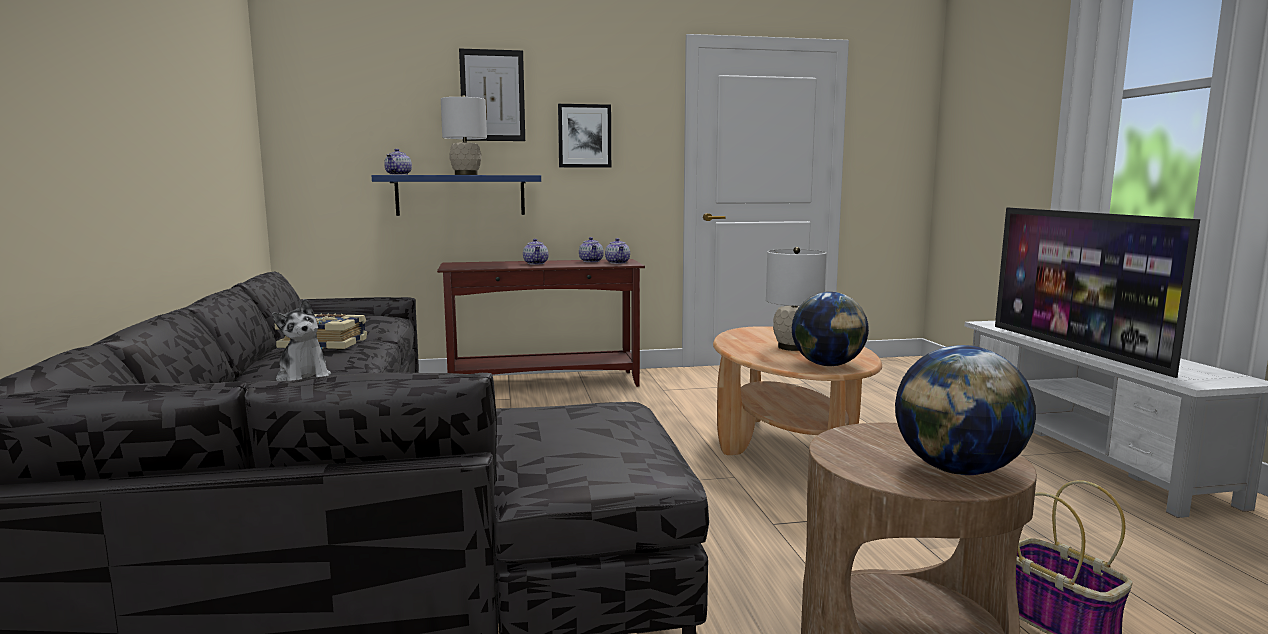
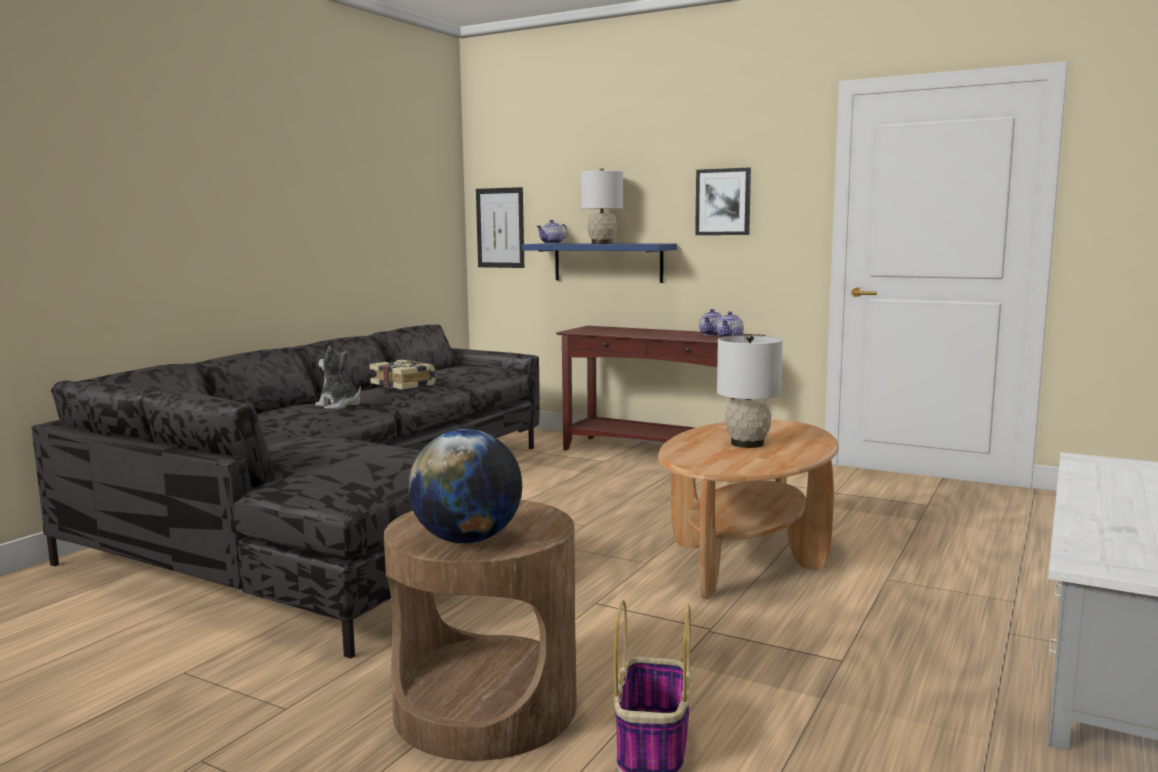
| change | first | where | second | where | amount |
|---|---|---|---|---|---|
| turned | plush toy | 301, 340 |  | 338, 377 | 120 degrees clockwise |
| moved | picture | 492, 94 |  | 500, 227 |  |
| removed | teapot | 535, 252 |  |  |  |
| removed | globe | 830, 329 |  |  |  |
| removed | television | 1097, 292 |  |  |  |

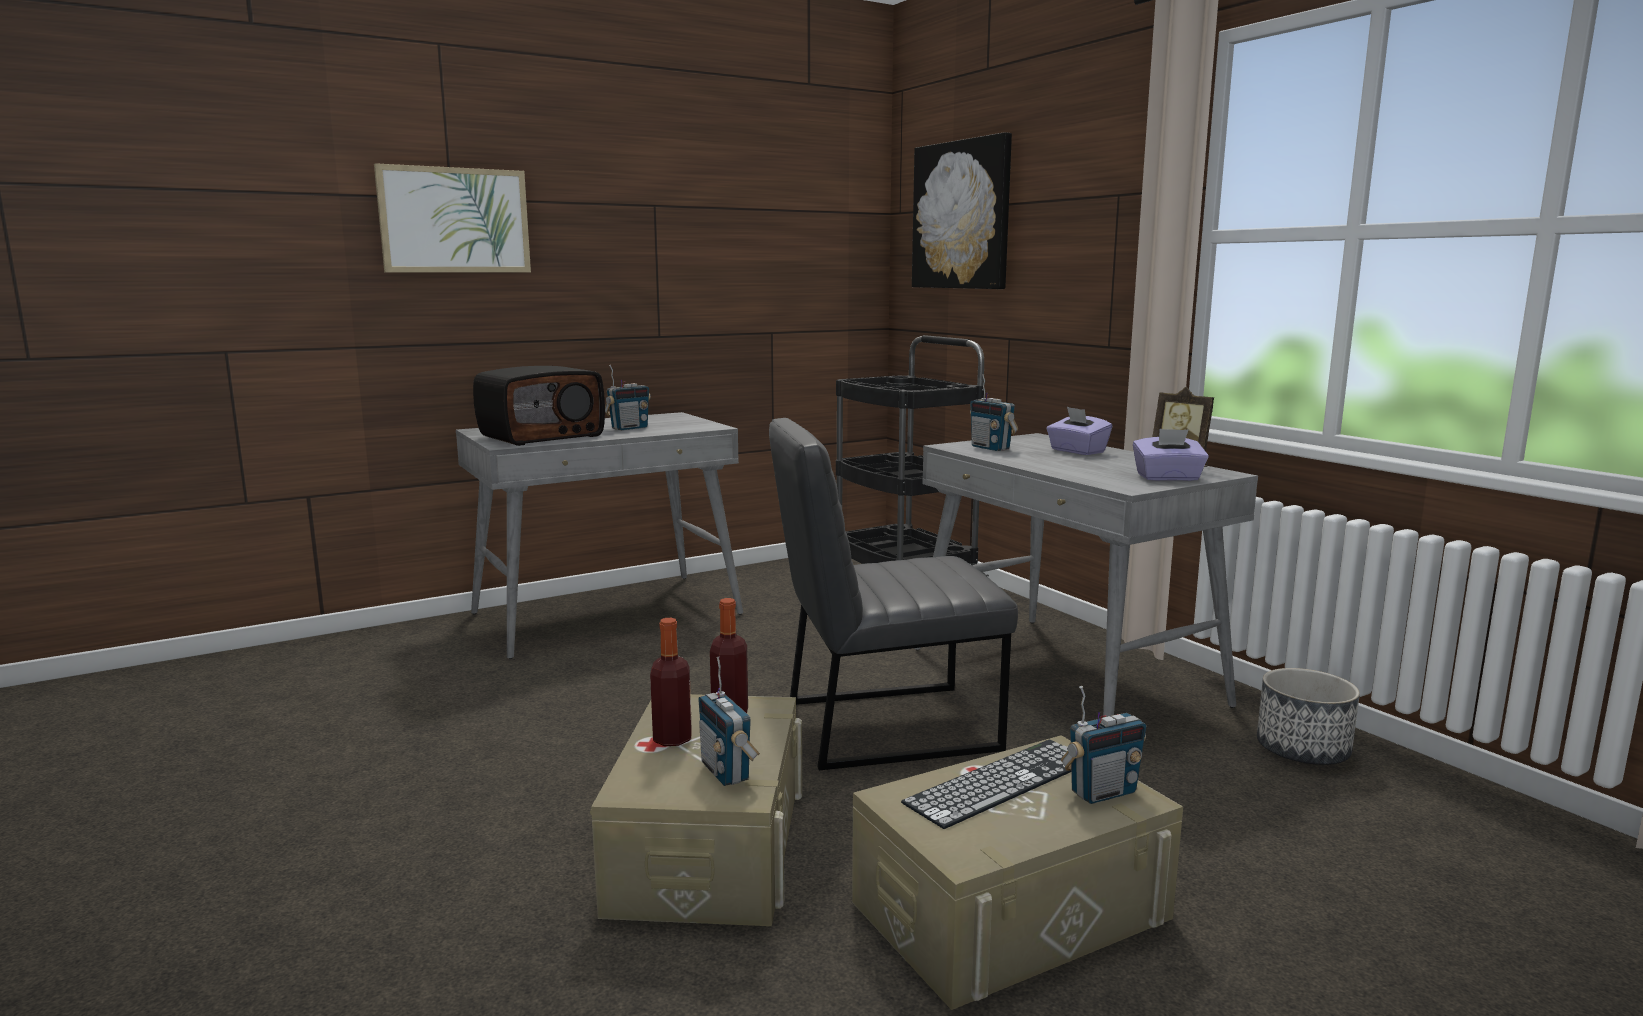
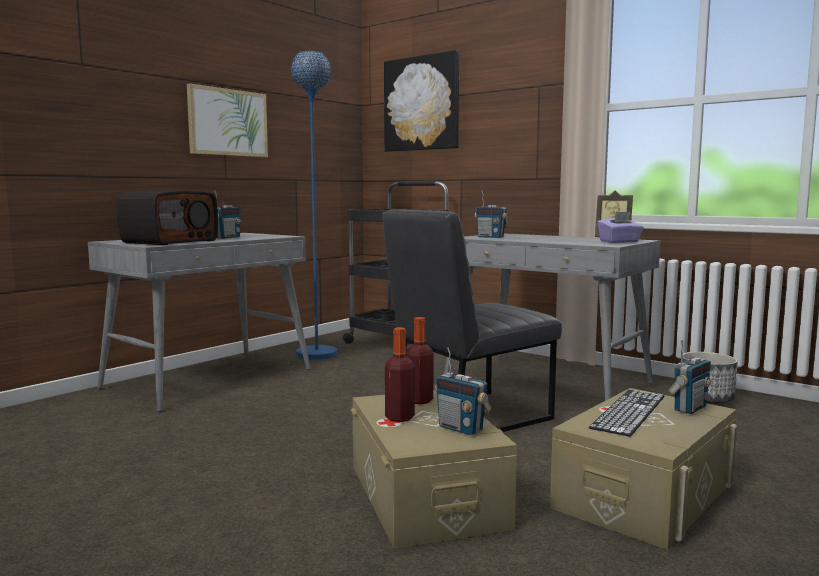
| change | first | where | second | where | amount |
|---|---|---|---|---|---|
| moved | picture | 452, 217 |  | 227, 120 |  |
| added |  |  | blue floor lamp | 314, 205 |  |
| removed | purple tissue box | 1079, 431 |  |  |  |

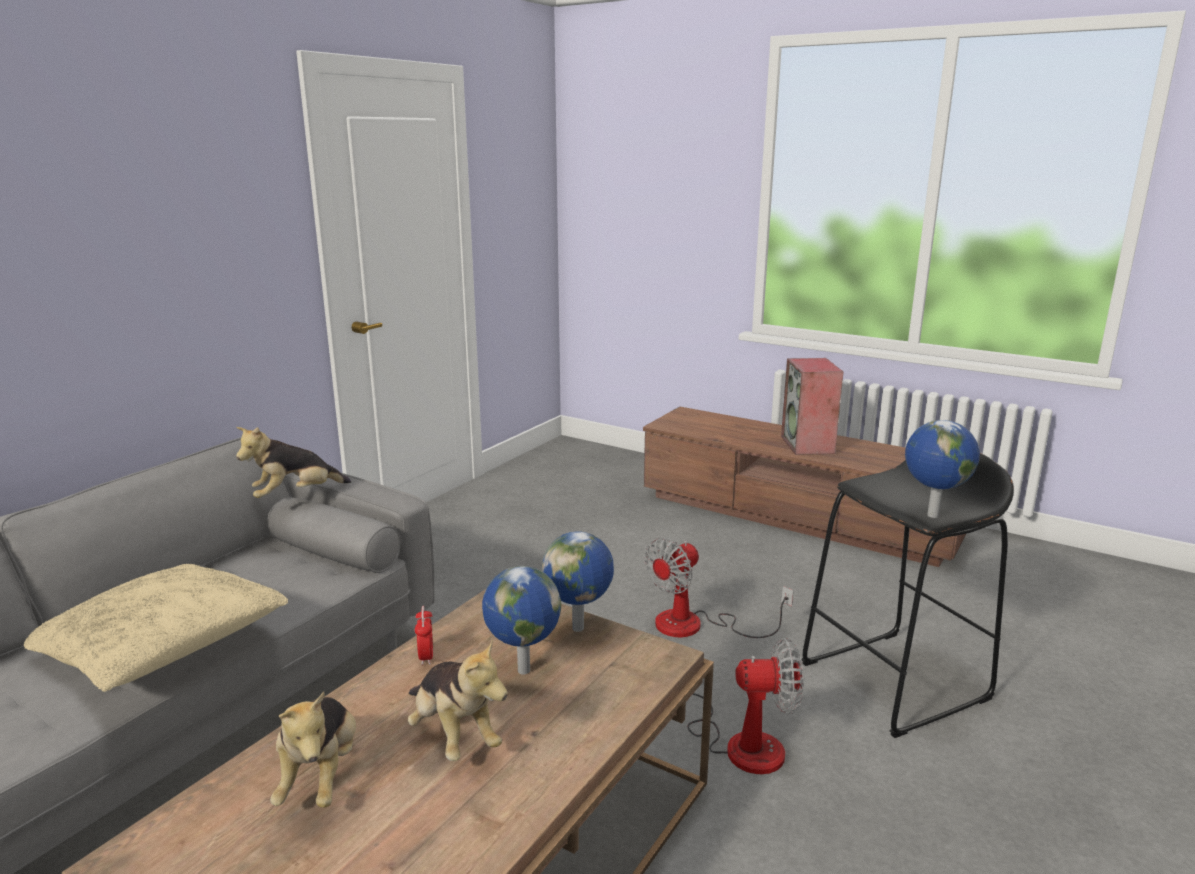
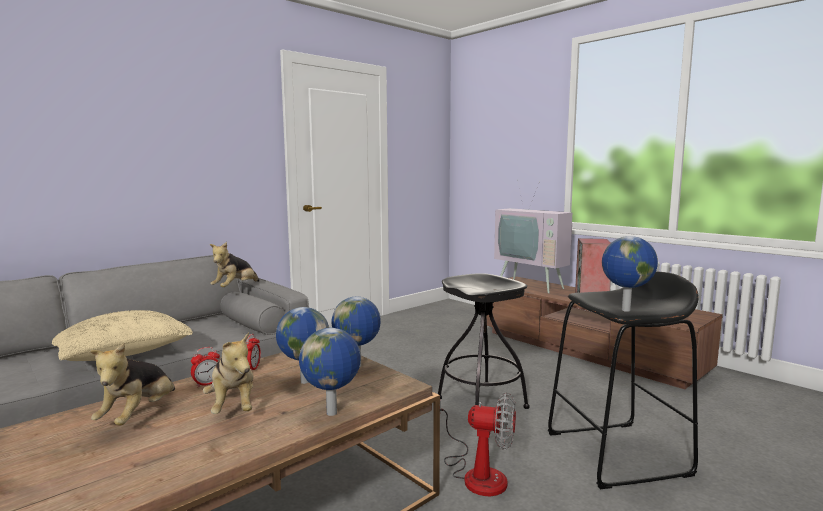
| change | first | where | second | where | amount |
|---|---|---|---|---|---|
| added |  |  | alarm clock | 205, 367 |  |
| turned | plush toy | 293, 462 |  | 234, 264 | 45 degrees counterclockwise |
| added |  |  | globe | 329, 372 |  |
| replaced | fan | 719, 588 | black stool | 483, 341 |  |
| added |  |  | television | 533, 238 |  |

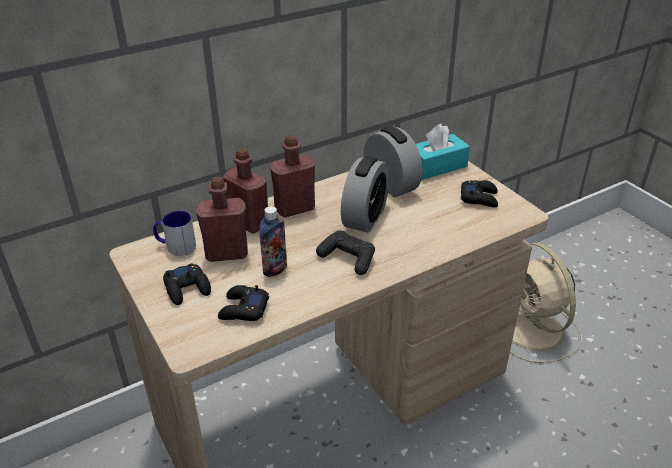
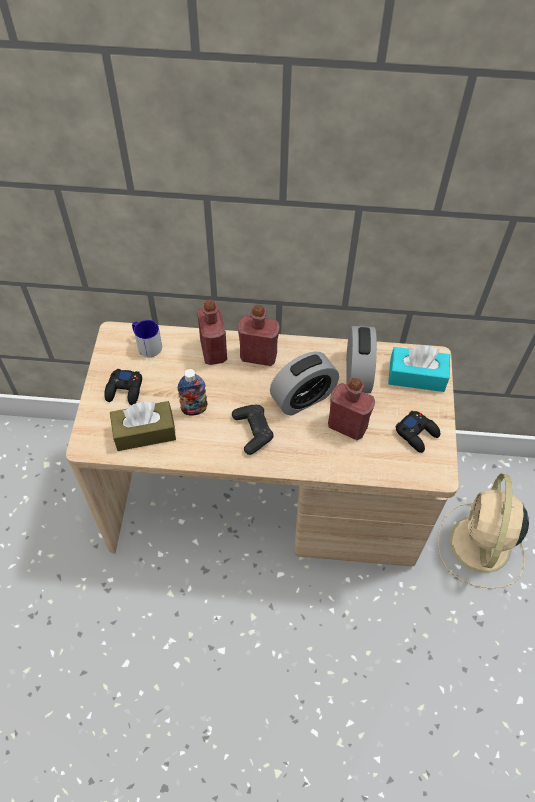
| change | first | where | second | where | amount |
|---|---|---|---|---|---|
| replaced | black game controller | 243, 303 | brown tissue box | 143, 426 |  |
| moved | red bottle | 222, 219 |  | 351, 409 |  |

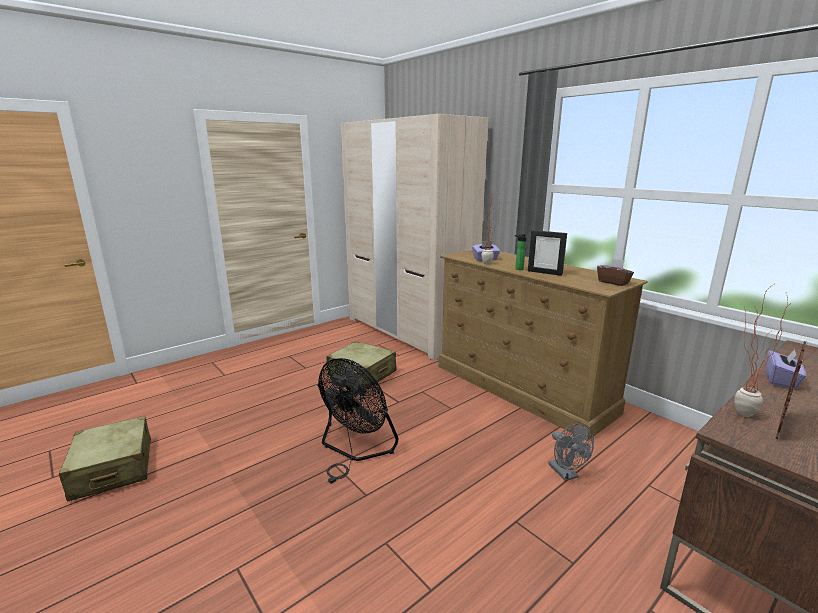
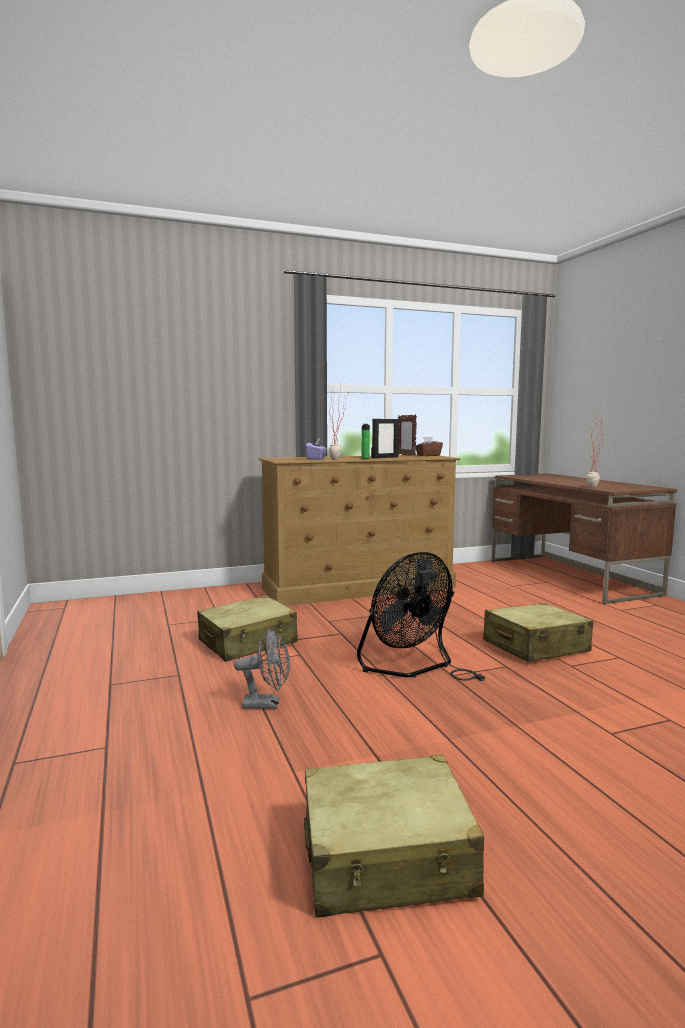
| change | first | where | second | where | amount |
|---|---|---|---|---|---|
| moved | grey fan | 571, 452 |  | 262, 669 |  |
| moved | picture frame | 791, 390 |  | 407, 435 |  |
| added |  |  | beige suitcase | 538, 632 |  |
| removed | beige wardrobe | 414, 237 |  |  |  |
| removed | purple tissue box | 786, 369 |  |  |  |

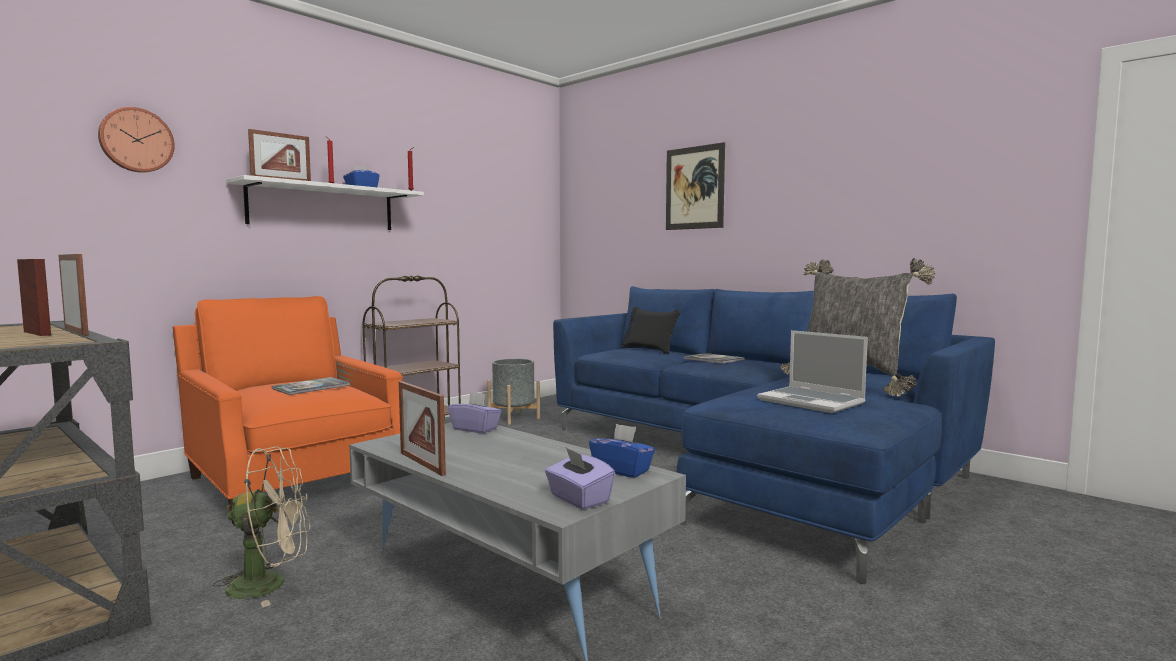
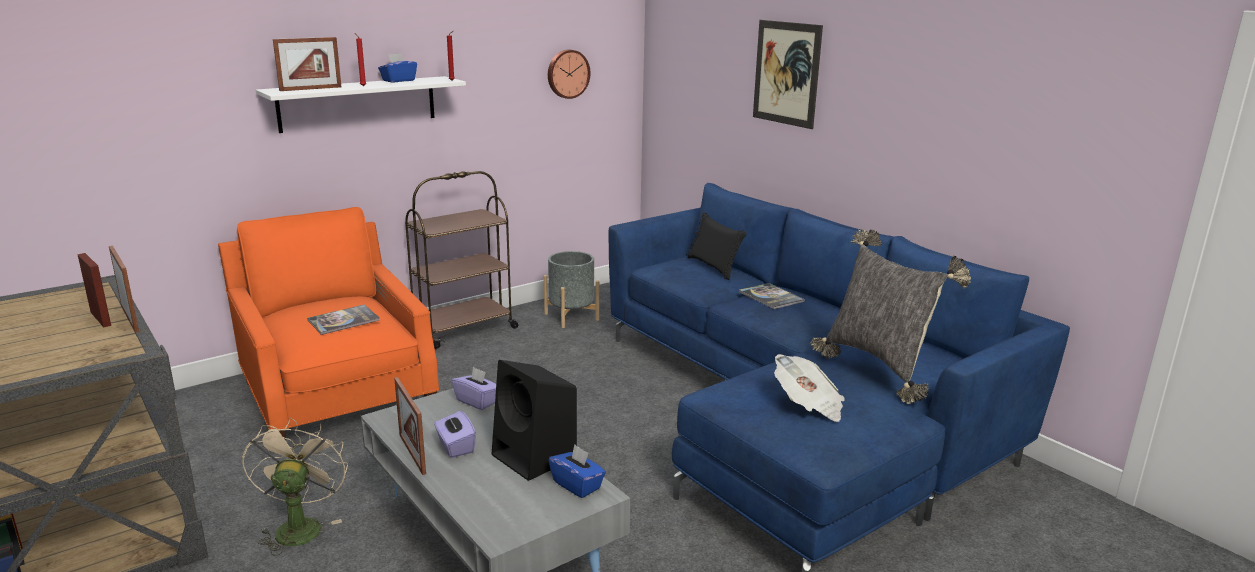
| change | first | where | second | where | amount |
|---|---|---|---|---|---|
| turned | beige fan | 261, 526 |  | 295, 487 | 90 degrees counterclockwise |
| moved | purple tissue box | 580, 479 |  | 455, 434 |  |
| added |  |  | black speaker | 534, 420 |  |
| moved | wall clock | 136, 140 |  | 569, 74 |  |
| replaced | laptop | 812, 371 | newspaper | 809, 388 |  |

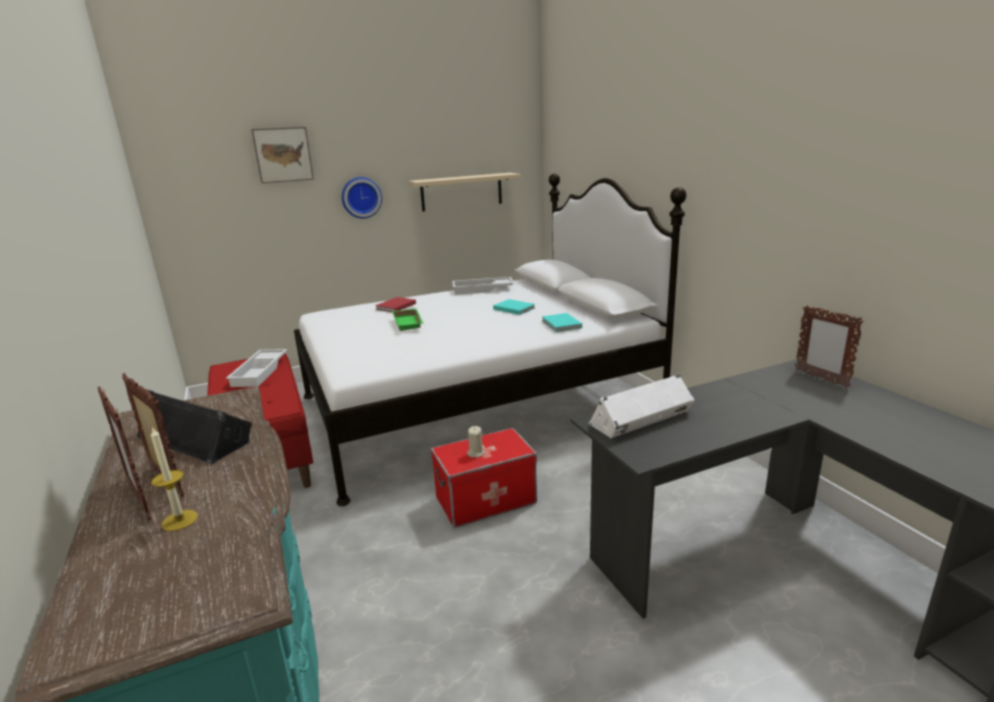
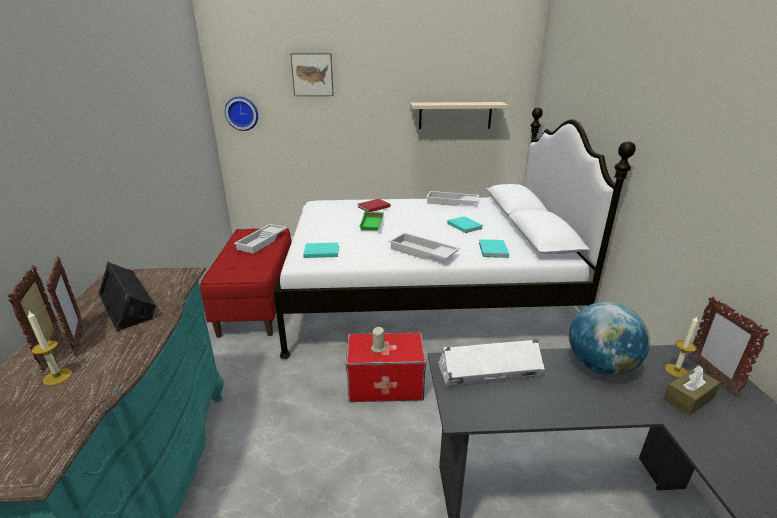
| change | first | where | second | where | amount |
|---|---|---|---|---|---|
| moved | wall clock | 362, 198 |  | 241, 114 |  |
| added |  |  | turquoise book | 321, 250 |  |
| added |  |  | white tray | 424, 246 |  |
| added |  |  | globe | 609, 339 |  |
| added |  |  | brown tissue box | 692, 390 |  |
| added |  |  | candle | 681, 347 |  |

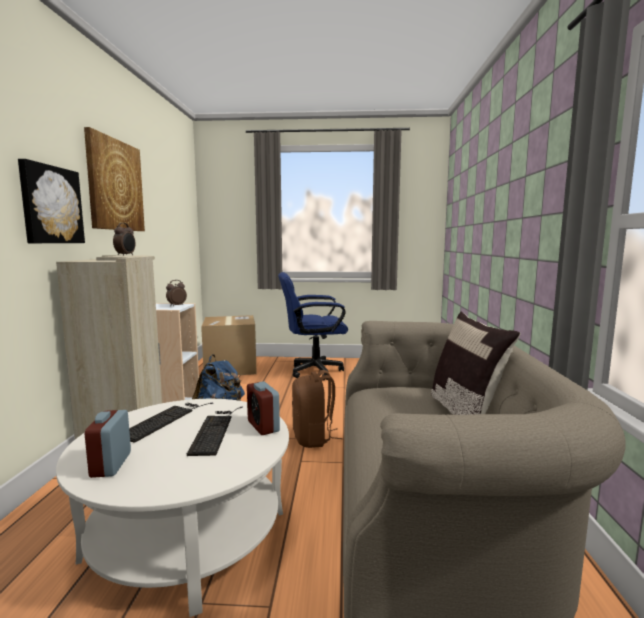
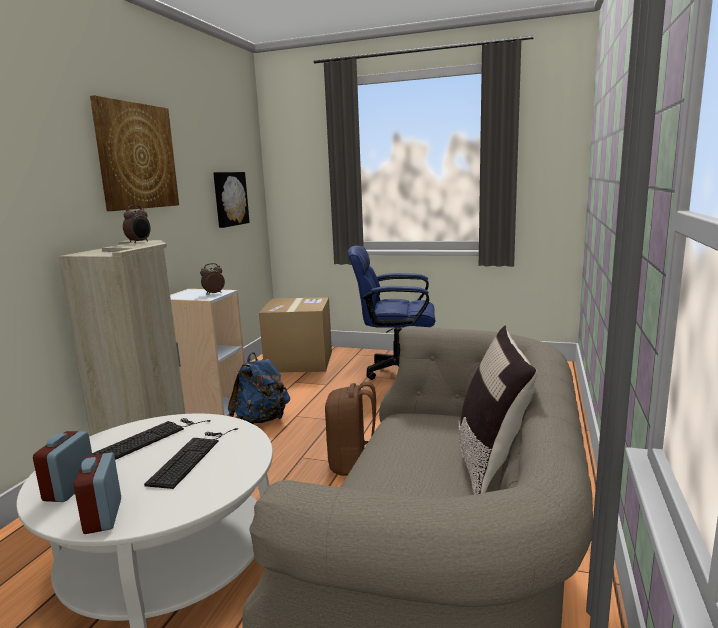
| change | first | where | second | where | amount |
|---|---|---|---|---|---|
| moved | alarm clock | 263, 408 |  | 97, 493 |  |
| moved | picture | 51, 201 |  | 231, 200 |  |

